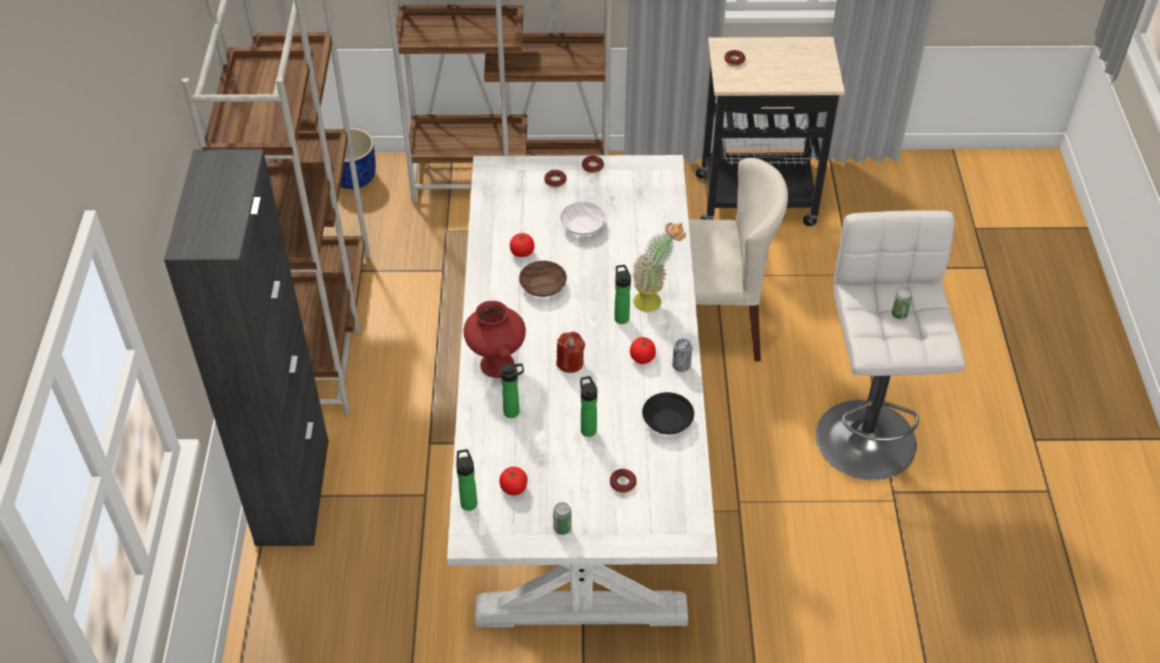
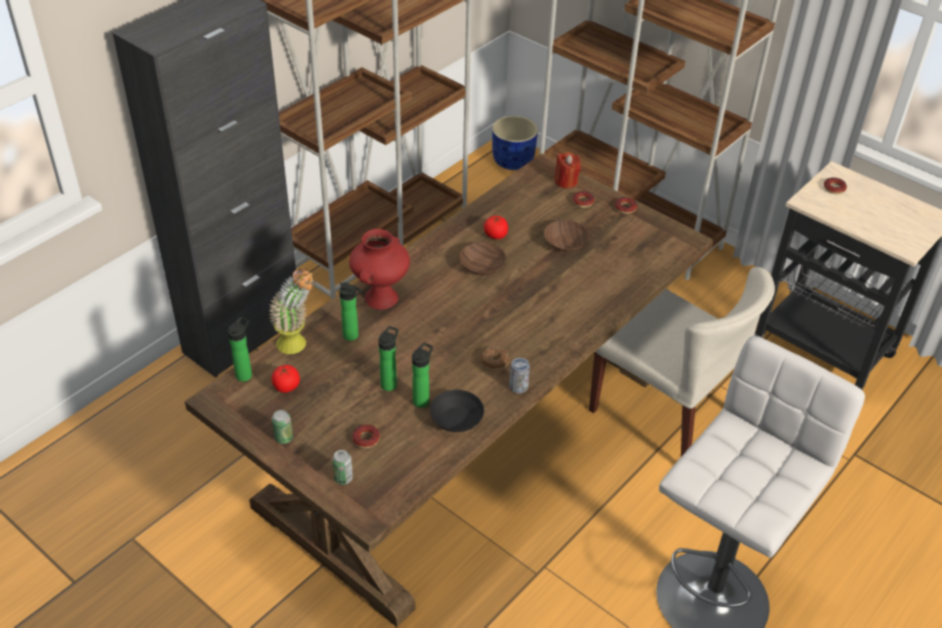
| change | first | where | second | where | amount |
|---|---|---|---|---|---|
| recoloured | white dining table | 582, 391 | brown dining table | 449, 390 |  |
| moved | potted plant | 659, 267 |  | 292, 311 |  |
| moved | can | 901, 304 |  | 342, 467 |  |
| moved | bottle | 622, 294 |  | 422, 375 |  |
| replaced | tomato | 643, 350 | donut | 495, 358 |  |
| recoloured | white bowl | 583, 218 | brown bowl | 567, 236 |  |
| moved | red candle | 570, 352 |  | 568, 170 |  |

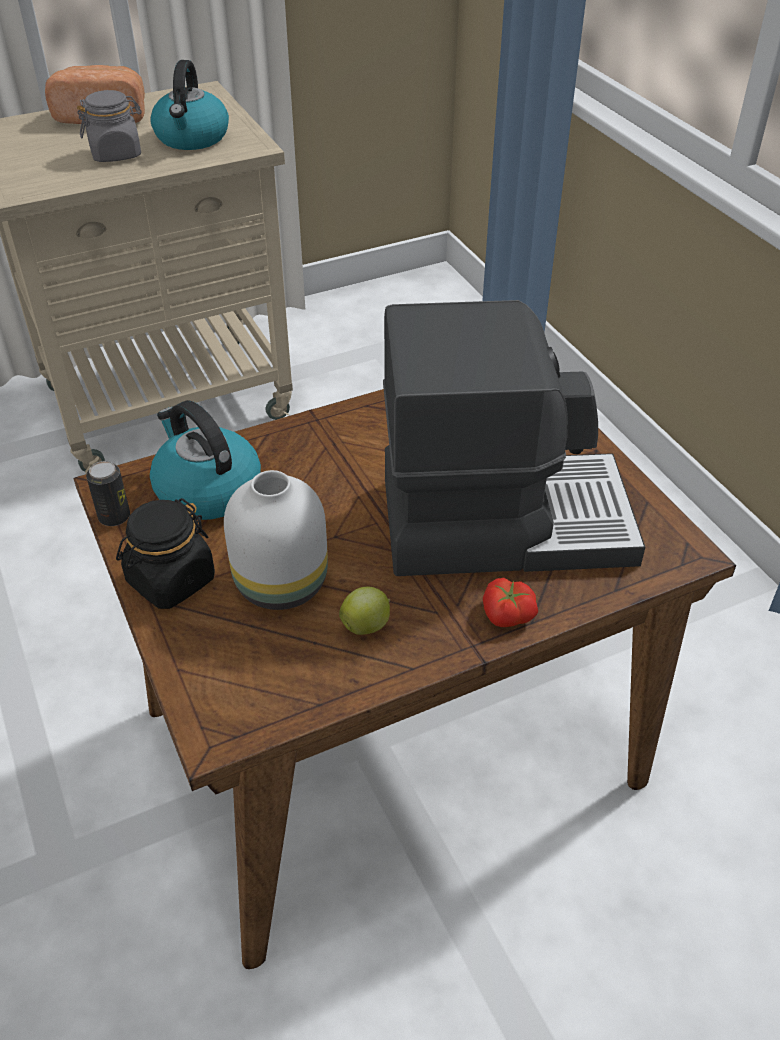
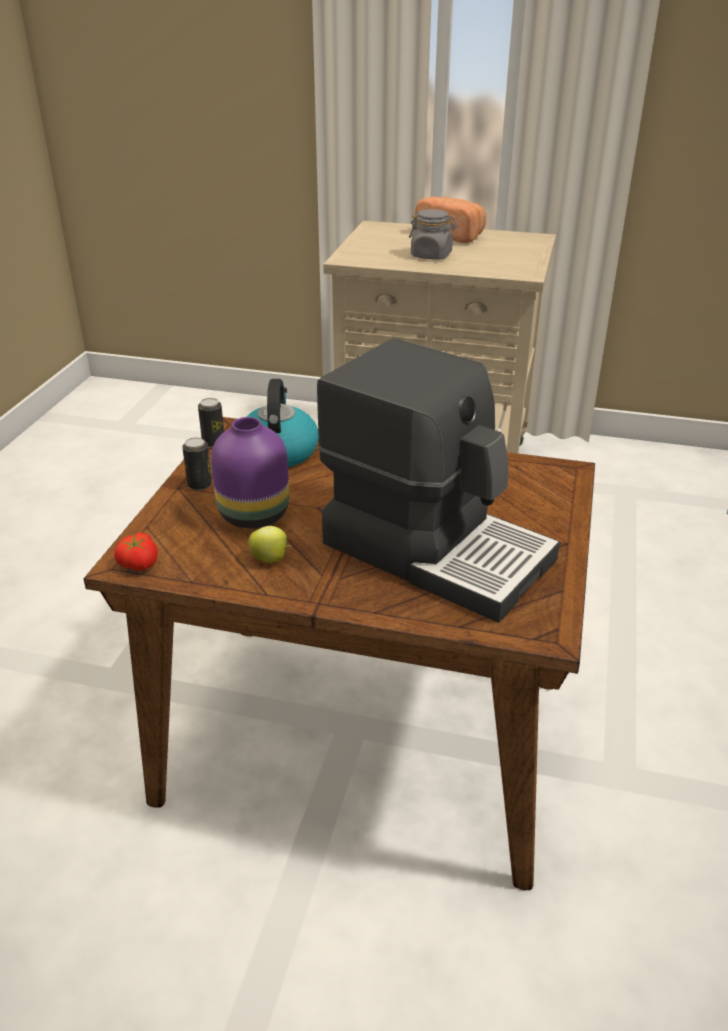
| change | first | where | second | where | amount |
|---|---|---|---|---|---|
| moved | tomato | 510, 602 |  | 136, 551 |  |
| replaced | black jar | 165, 553 | can | 197, 464 |  |
| recoloured | white vase | 276, 540 | purple vase | 250, 472 |  |
| removed | kettle | 189, 105 |  |  |  |

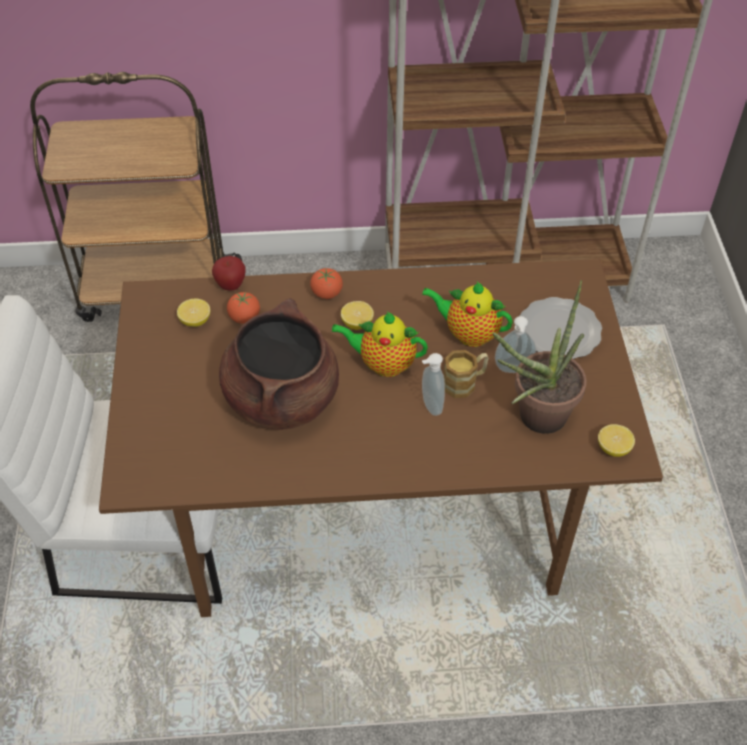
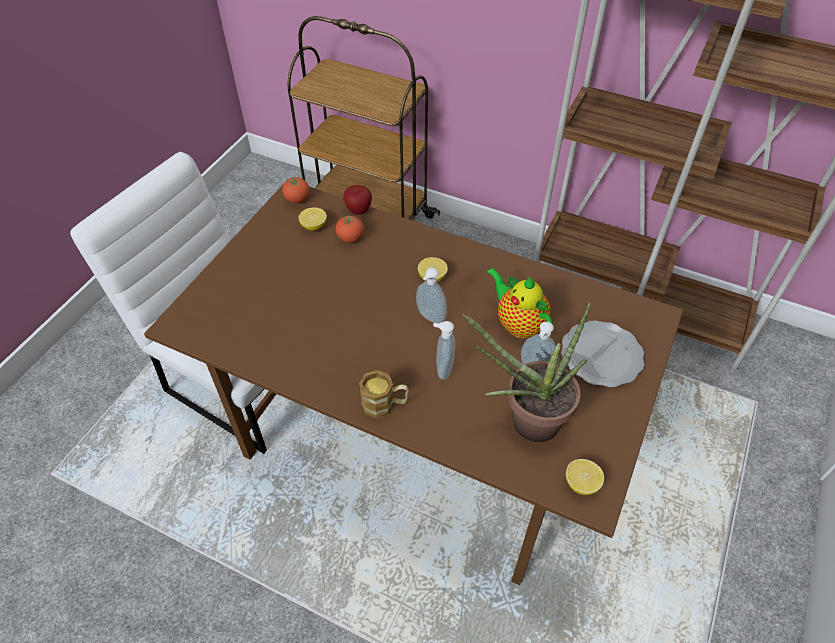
| change | first | where | second | where | amount |
|---|---|---|---|---|---|
| moved | tomato | 326, 283 |  | 296, 190 |  |
| moved | mug | 466, 374 |  | 384, 394 |  |
| replaced | teapot | 379, 344 | soap dispenser | 431, 295 |  |
| removed | brown cooking pot | 279, 364 |  |  |  |

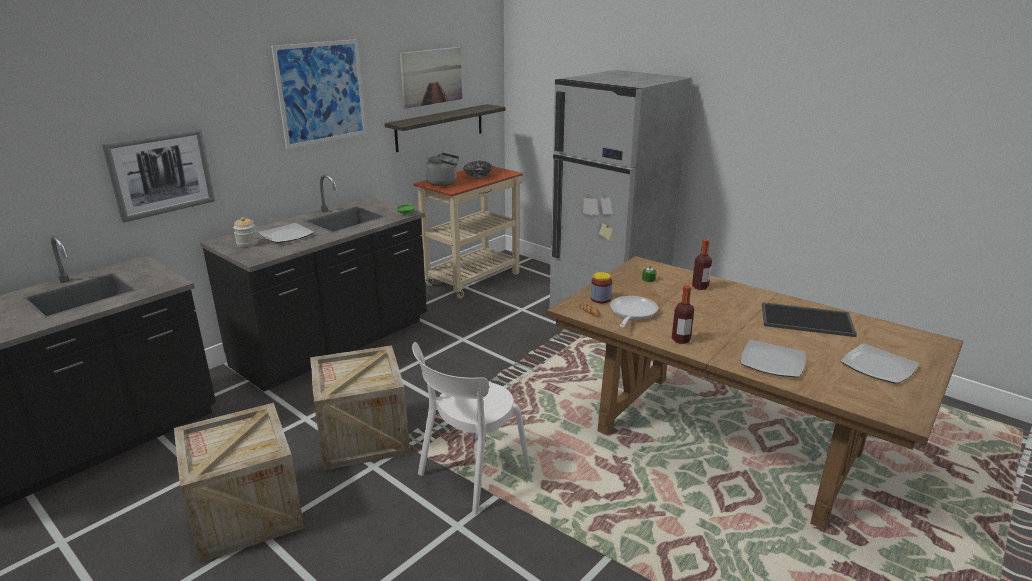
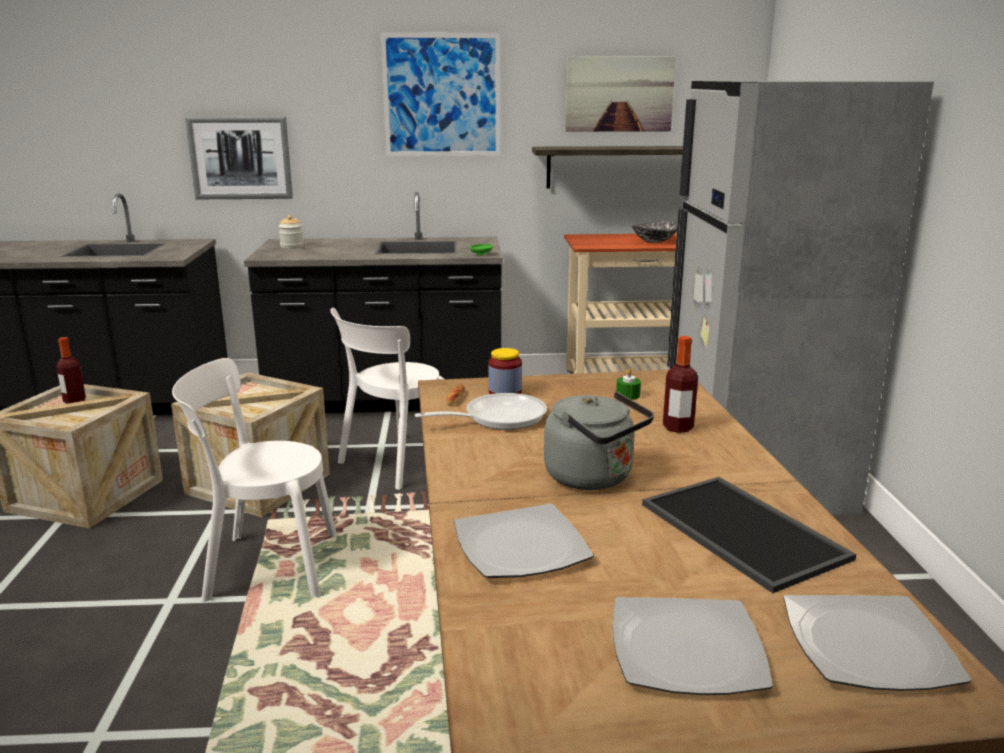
| change | first | where | second | where | amount |
|---|---|---|---|---|---|
| moved | bottle | 683, 314 |  | 71, 370 |  |
| added |  |  | white chair | 387, 398 |  |
| moved | grey kettle | 442, 169 |  | 599, 440 |  |
| moved | plate | 286, 233 |  | 877, 643 |  |

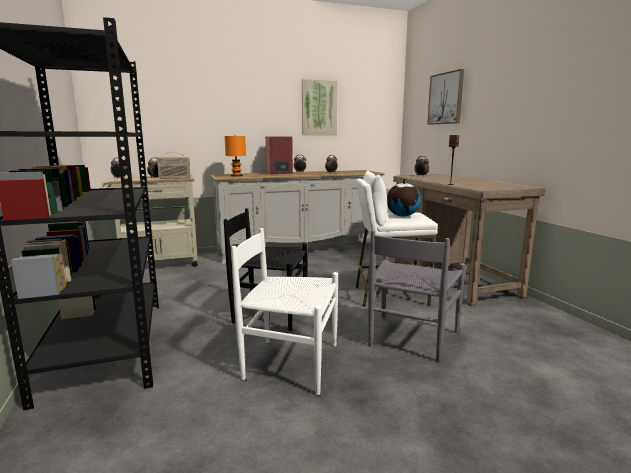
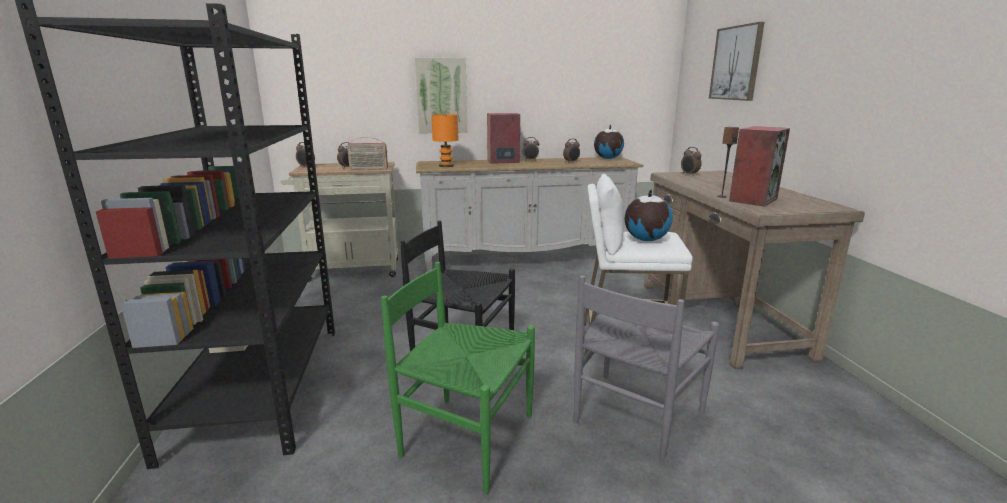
| change | first | where | second | where | amount |
|---|---|---|---|---|---|
| recoloured | white chair | 284, 311 | green chair | 458, 378 |  |
| moved | picture | 319, 107 |  | 441, 96 |  |
| added |  |  | globe | 609, 142 |  |
| added |  |  | speaker | 759, 166 |  |

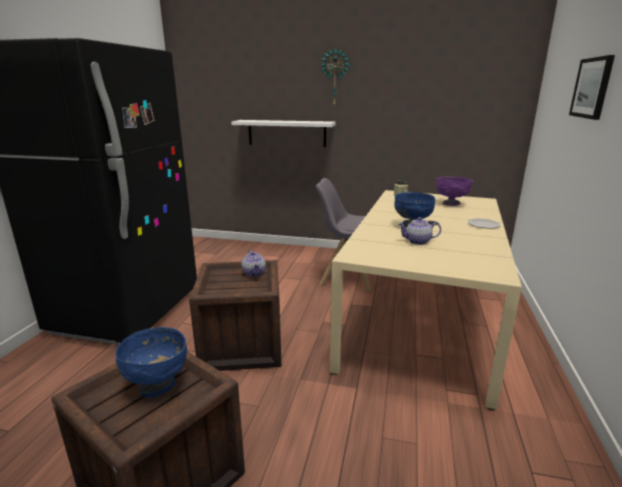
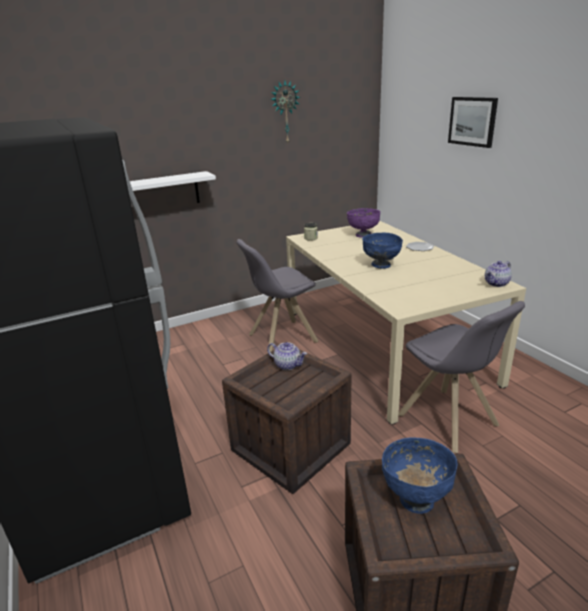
| change | first | where | second | where | amount |
|---|---|---|---|---|---|
| moved | wall clock | 335, 77 |  | 285, 112 |  |
| added |  |  | grey chair | 462, 377 |  |
| moved | teapot | 419, 231 |  | 498, 274 |  |

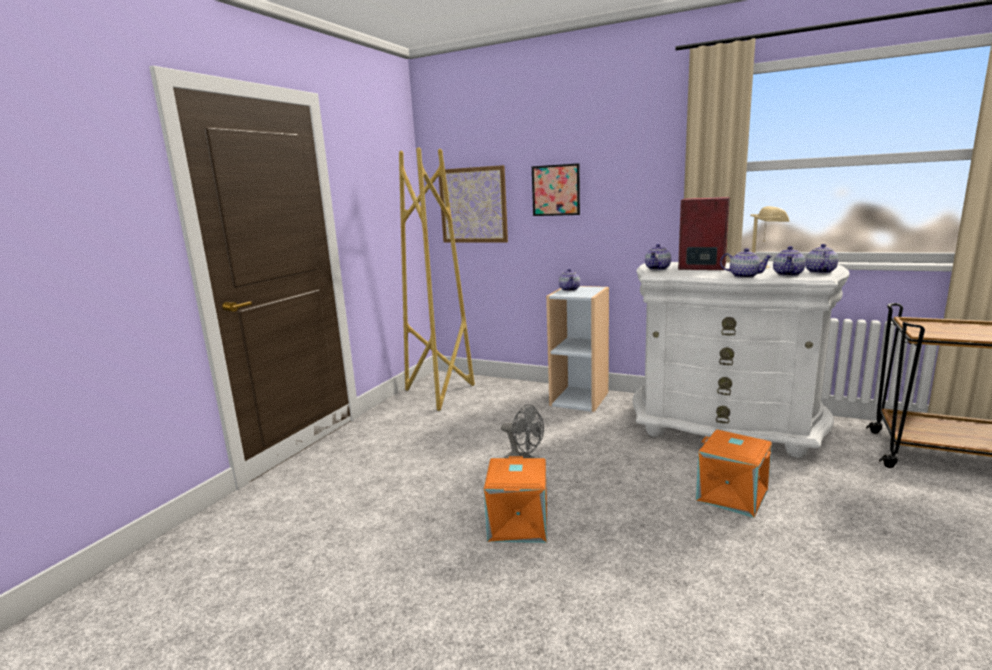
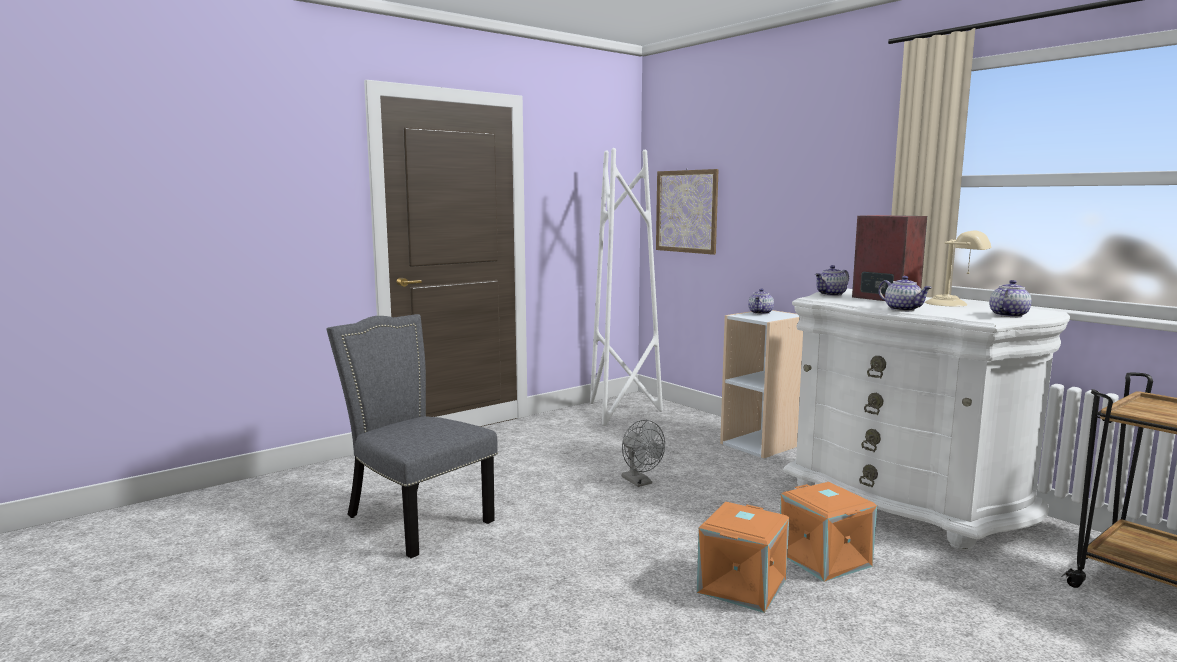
| change | first | where | second | where | amount |
|---|---|---|---|---|---|
| added |  |  | grey chair | 412, 436 |  |
| recoloured | yellow clothes rack | 437, 279 | white clothes rack | 626, 287 |  |
| moved | orange storage box | 515, 499 |  | 743, 557 |  |
| removed | picture | 556, 189 |  |  |  |
| removed | teapot | 789, 261 |  |  |  |

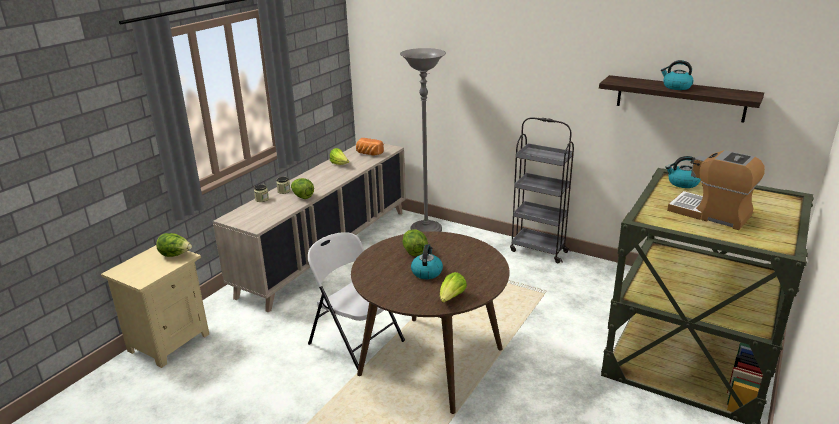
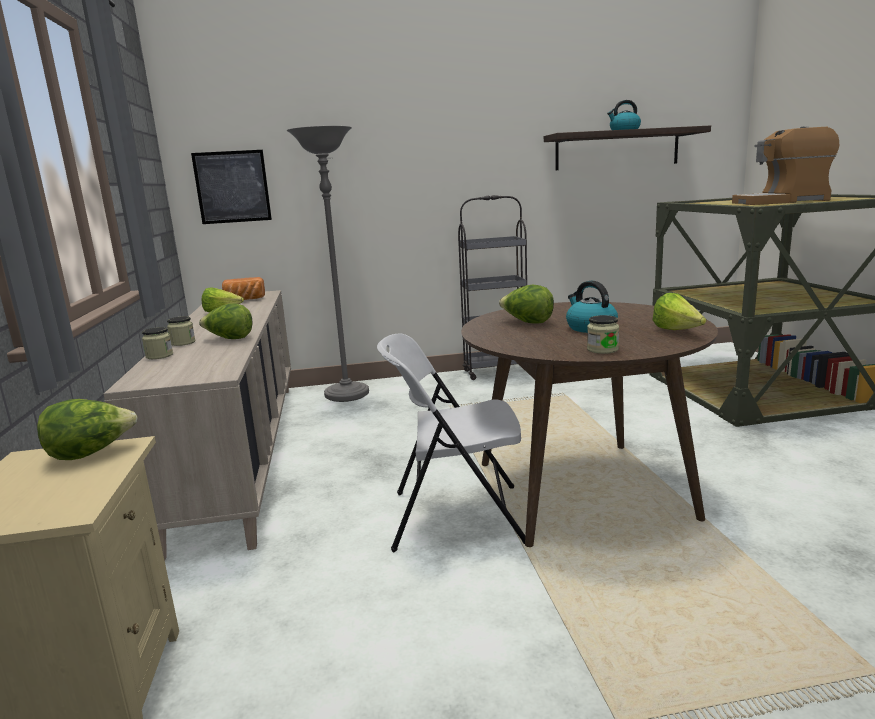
| change | first | where | second | where | amount |
|---|---|---|---|---|---|
| added |  |  | picture | 231, 187 |  |
| added |  |  | jar | 603, 334 |  |
| removed | kettle | 683, 172 |  |  |  |

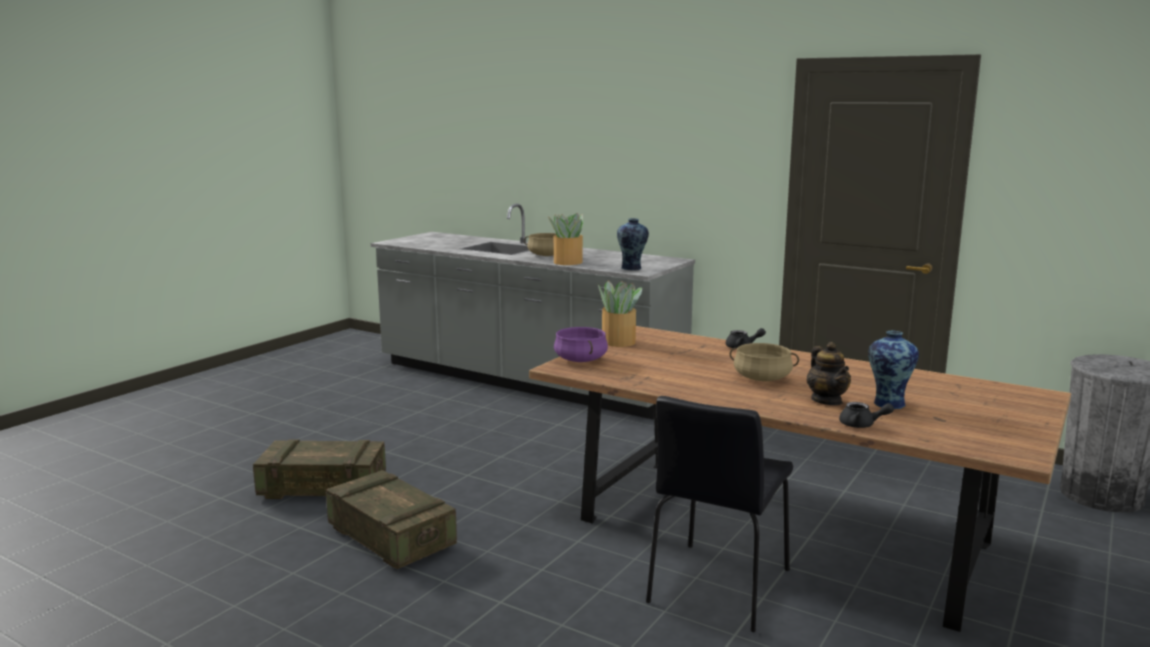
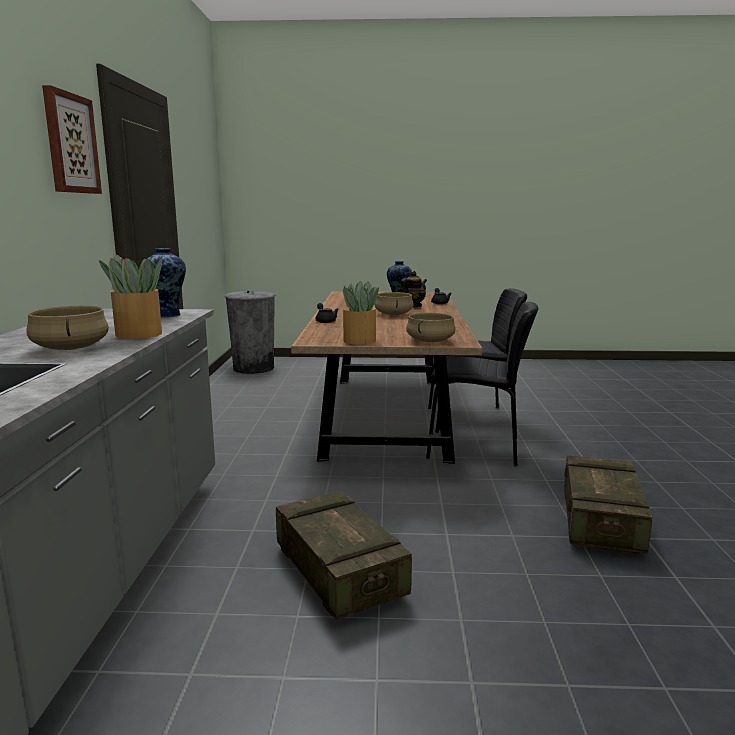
| change | first | where | second | where | amount |
|---|---|---|---|---|---|
| added |  |  | picture | 72, 139 |  |
| moved | crate | 319, 469 |  | 344, 555 |  |
| recoloured | purple cooking pot | 581, 344 | beige cooking pot | 431, 327 |  |
| added |  |  | black chair | 482, 384 |  |

